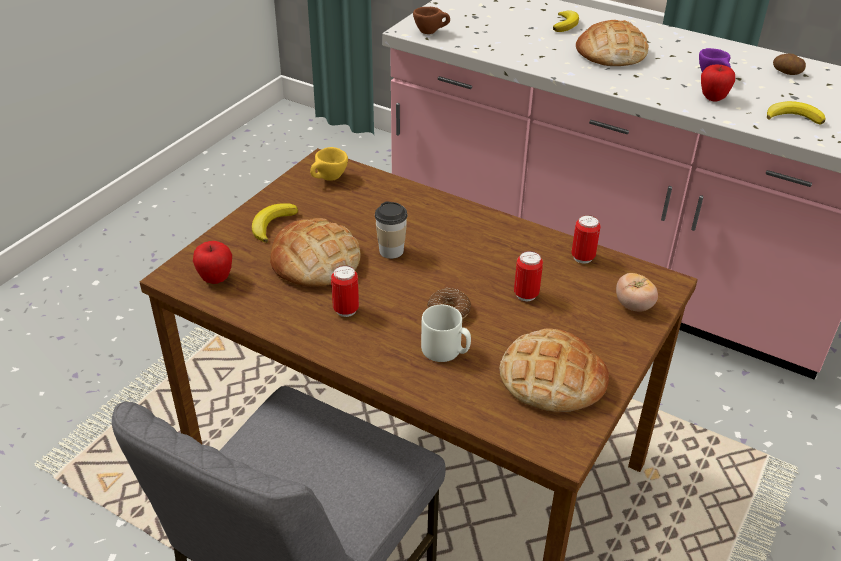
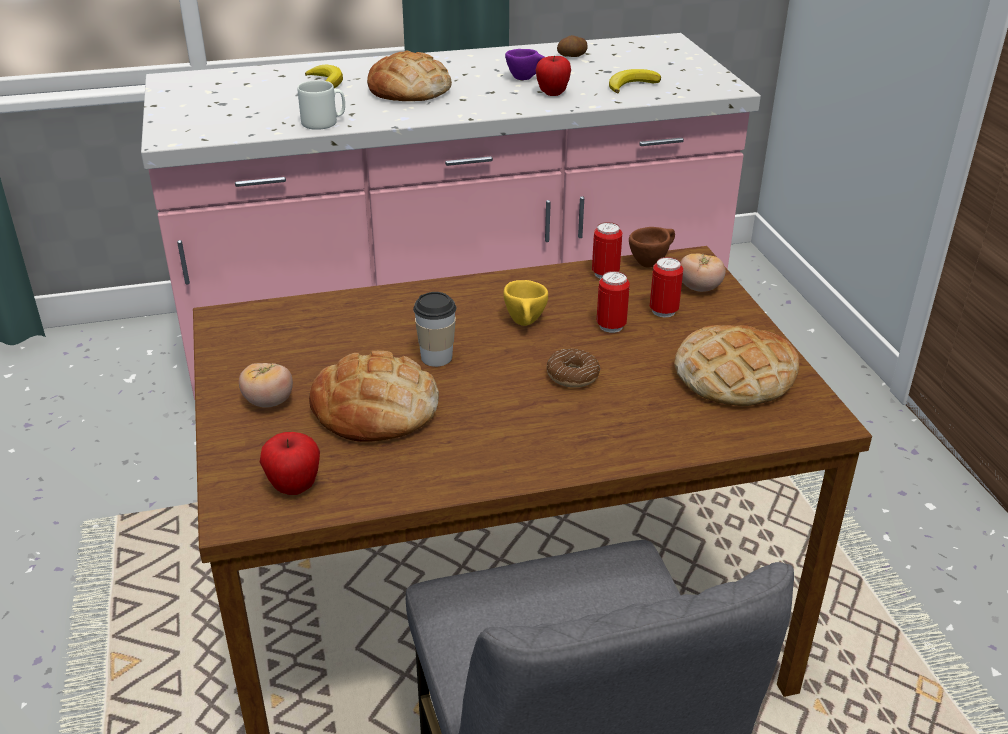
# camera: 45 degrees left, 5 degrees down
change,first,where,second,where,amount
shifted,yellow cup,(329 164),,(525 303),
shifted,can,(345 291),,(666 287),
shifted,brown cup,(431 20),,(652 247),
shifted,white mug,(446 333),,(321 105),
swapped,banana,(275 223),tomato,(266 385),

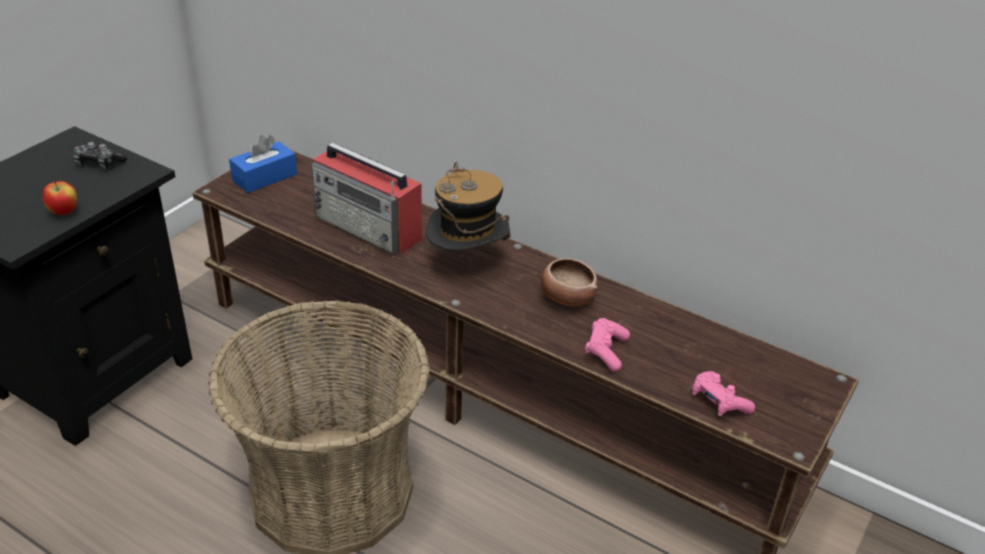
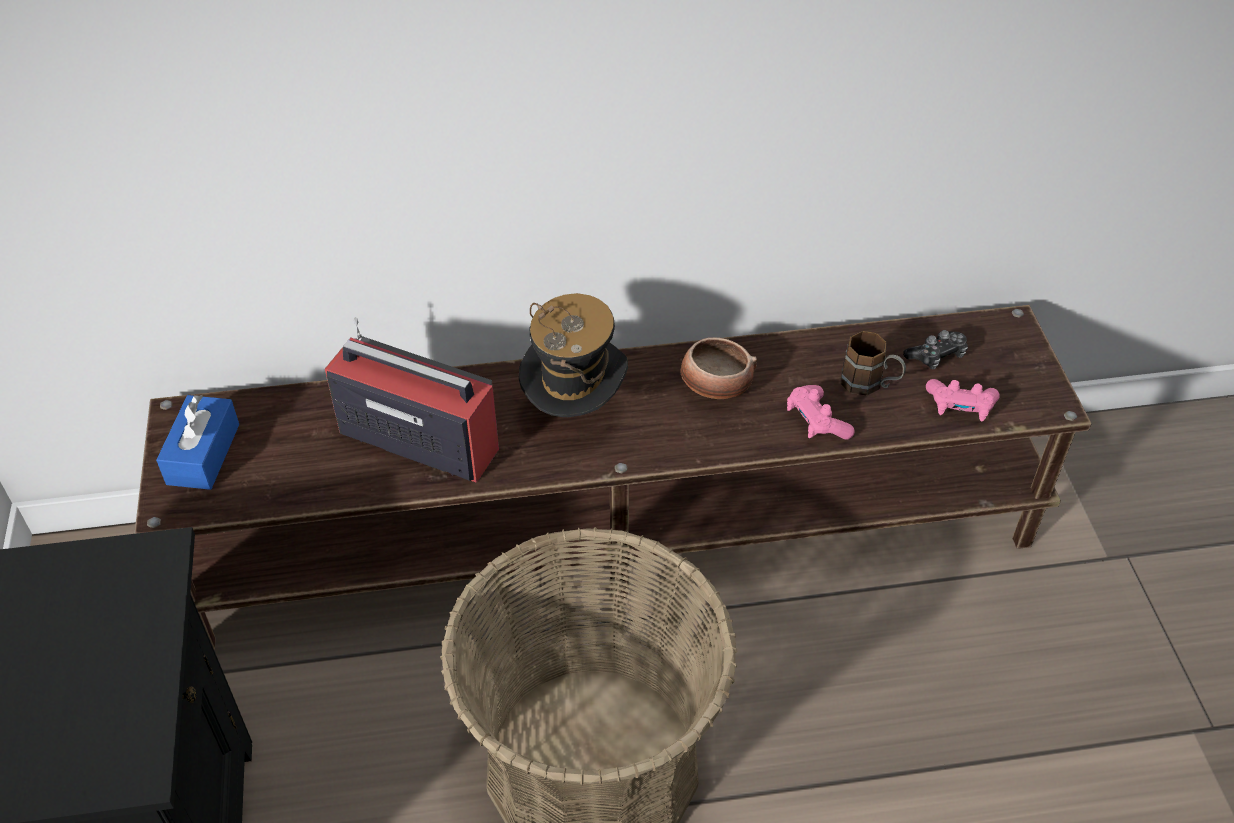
# camera: 40 degrees left, 10 degrees up
change,first,where,second,where,amount
gone,apple,(60 198),,,
new,,,brown mug,(873 363),
shifted,game controller,(100 155),,(935 349),
rotated,radio,(366 199),,(412 400),150 degrees counterclockwise

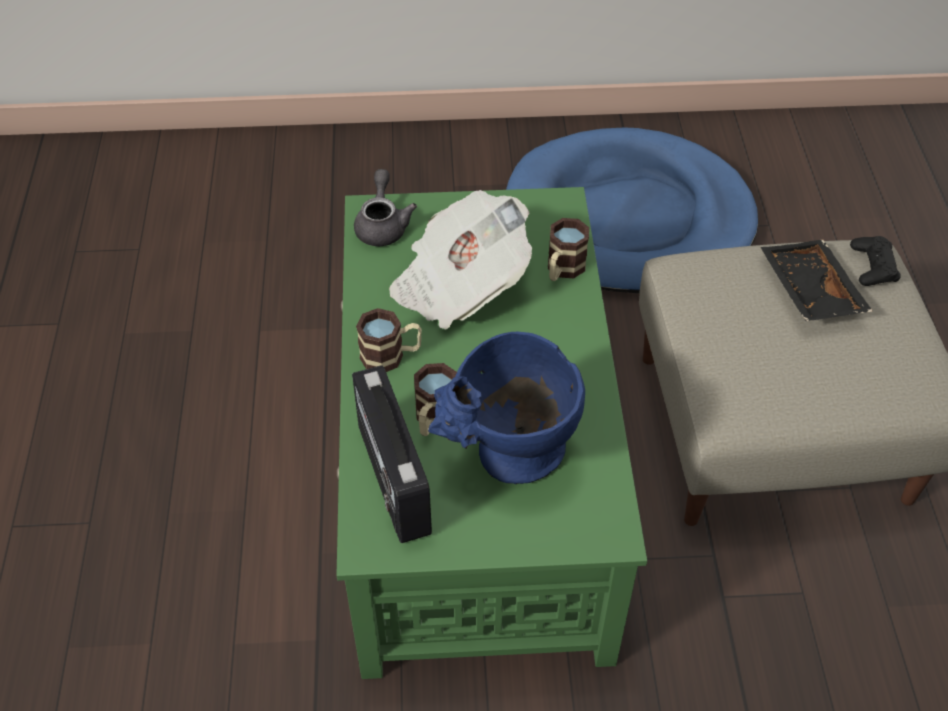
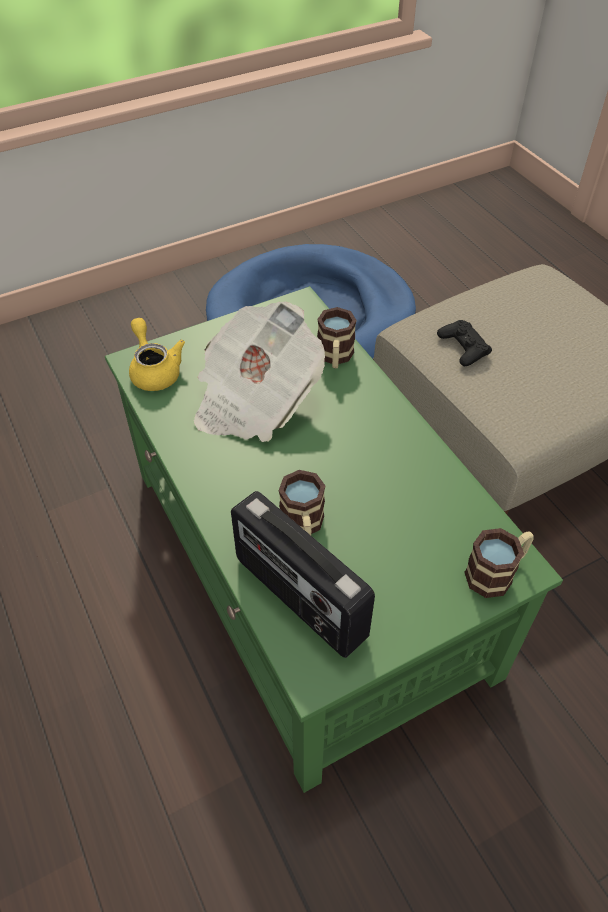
# camera: 25 degrees left, 0 degrees up
change,first,where,second,where,amount
gone,blue vase,(506 408),,,
gone,black tray,(816 280),,,
shifted,mug,(389 340),,(499 563),
shifted,black game controller,(875 261),,(464 343),
repainted,grey teapot,(385 207),yellow teapot,(157 354),

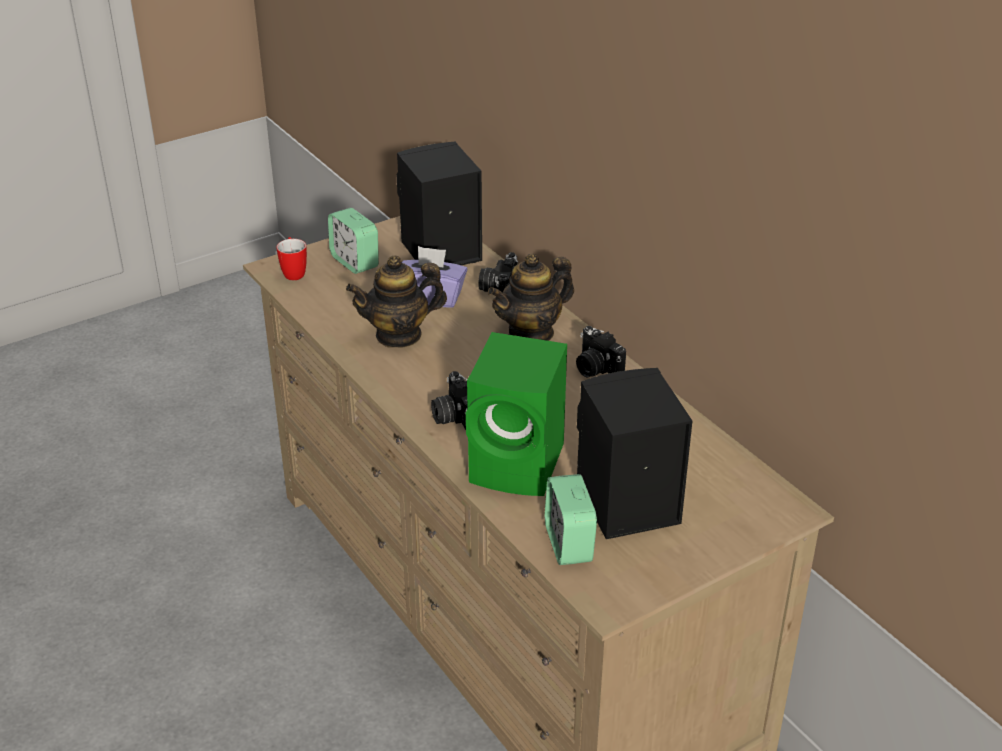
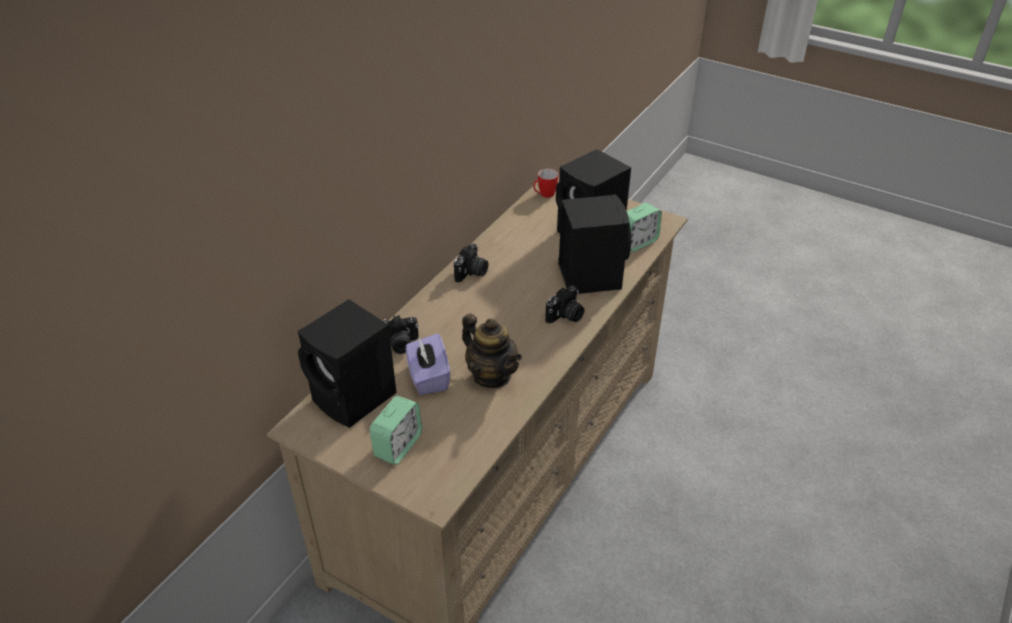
# camera: 115 degrees left, 5 degrees up
change,first,where,second,where,amount
gone,teapot,(531 297),,,
shifted,mug,(291 258),,(545 183),
repainted,green speaker,(516 414),black speaker,(595 244),

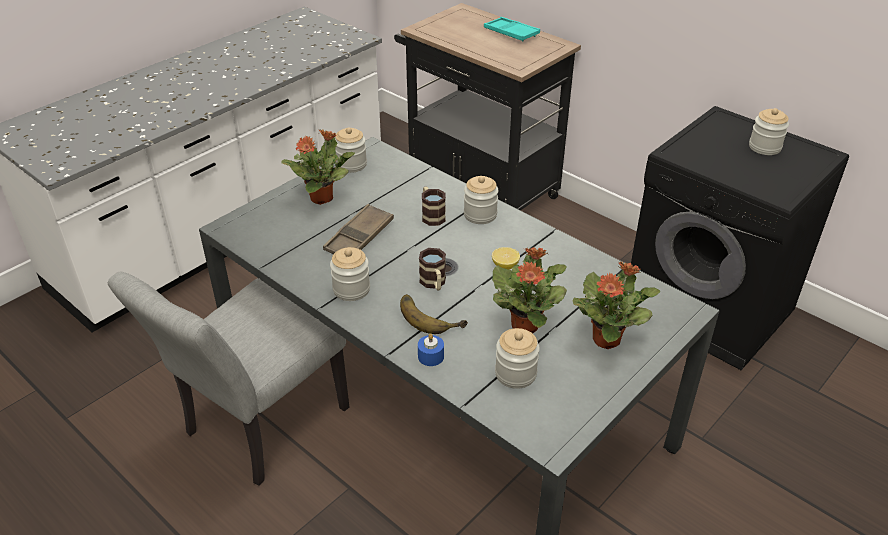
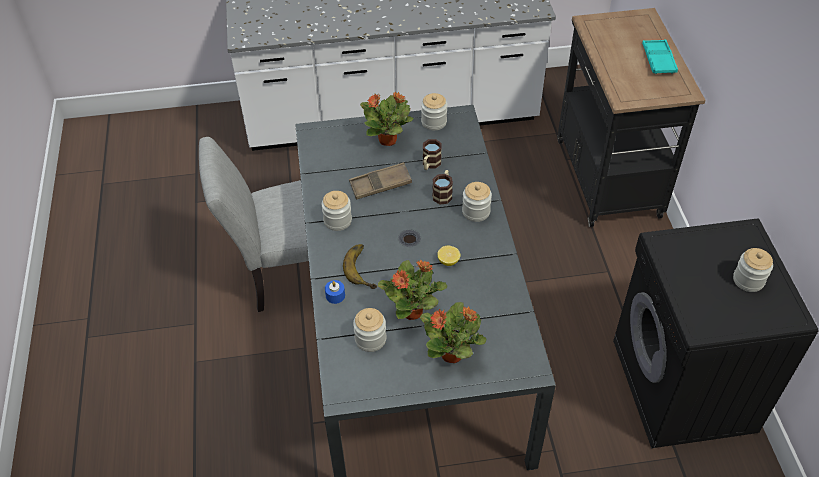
# camera: 40 degrees right, 10 degrees up
change,first,where,second,where,amount
shifted,mug,(432 269),,(432 154),

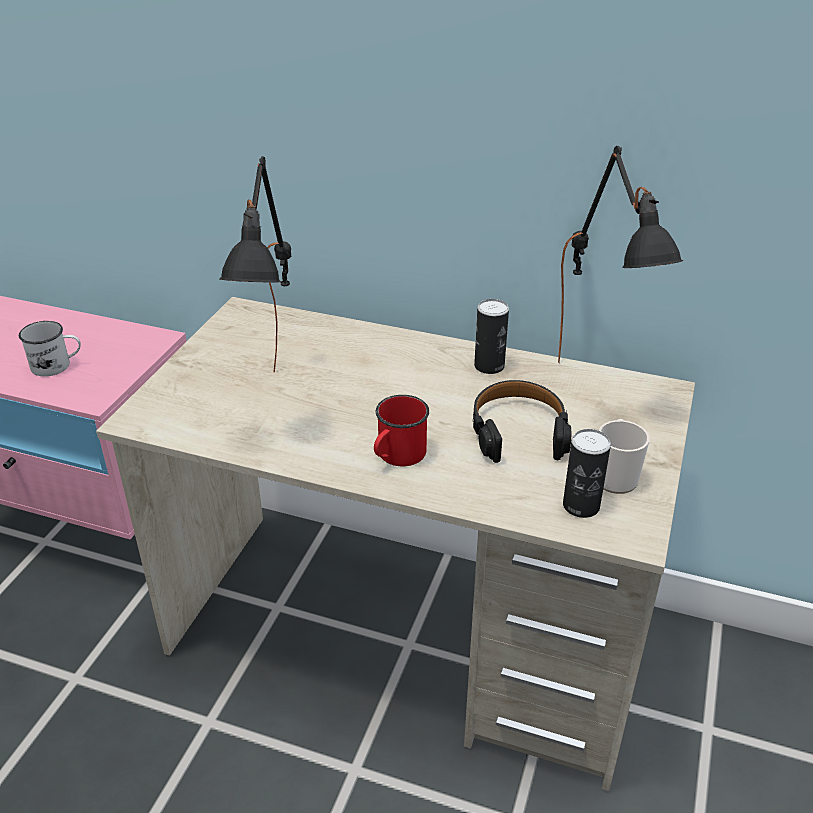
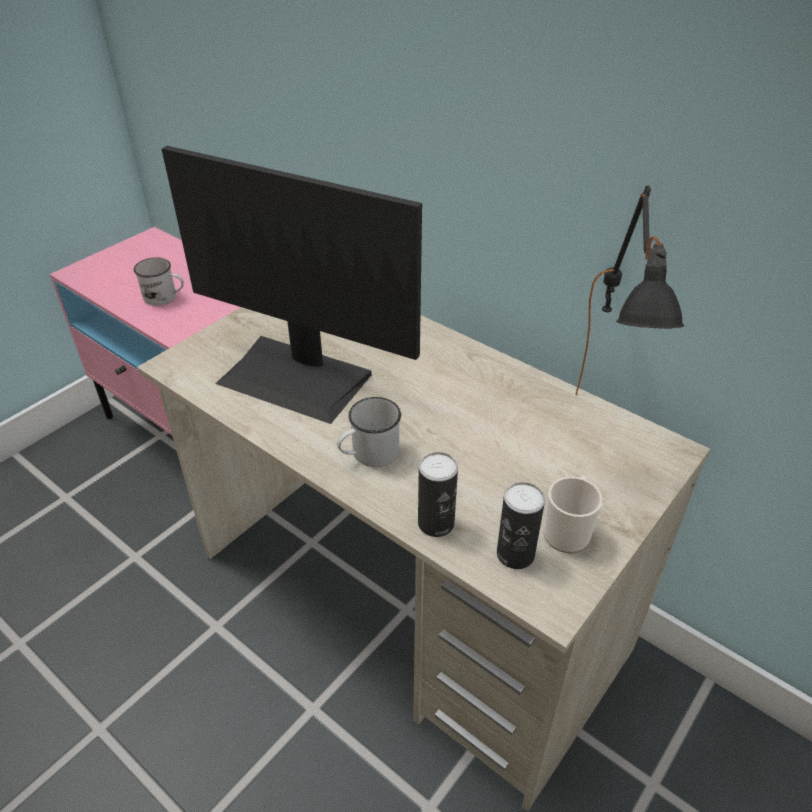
# camera: 20 degrees right, 5 degrees up
change,first,where,second,where,amount
gone,black headphones,(522 421),,,
shifted,can,(491 336),,(438 494),
swapped,black table lamp,(255 264),monitor,(292 285),
repainted,red mug,(401 430),white mug,(369 432),

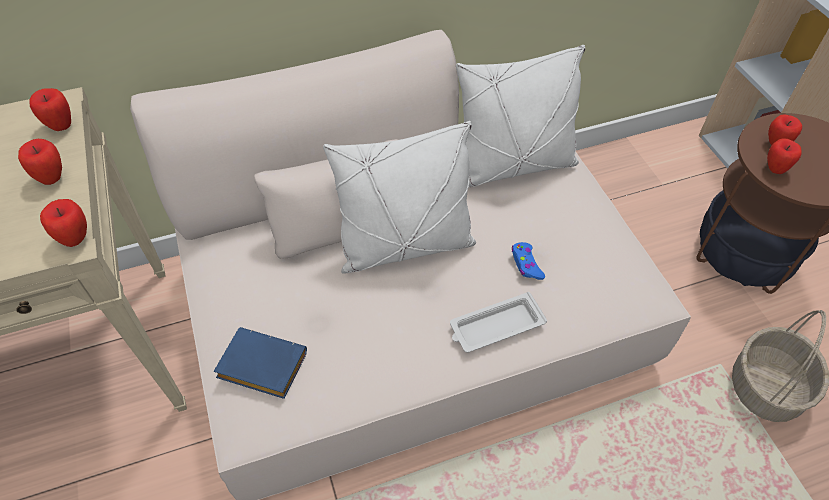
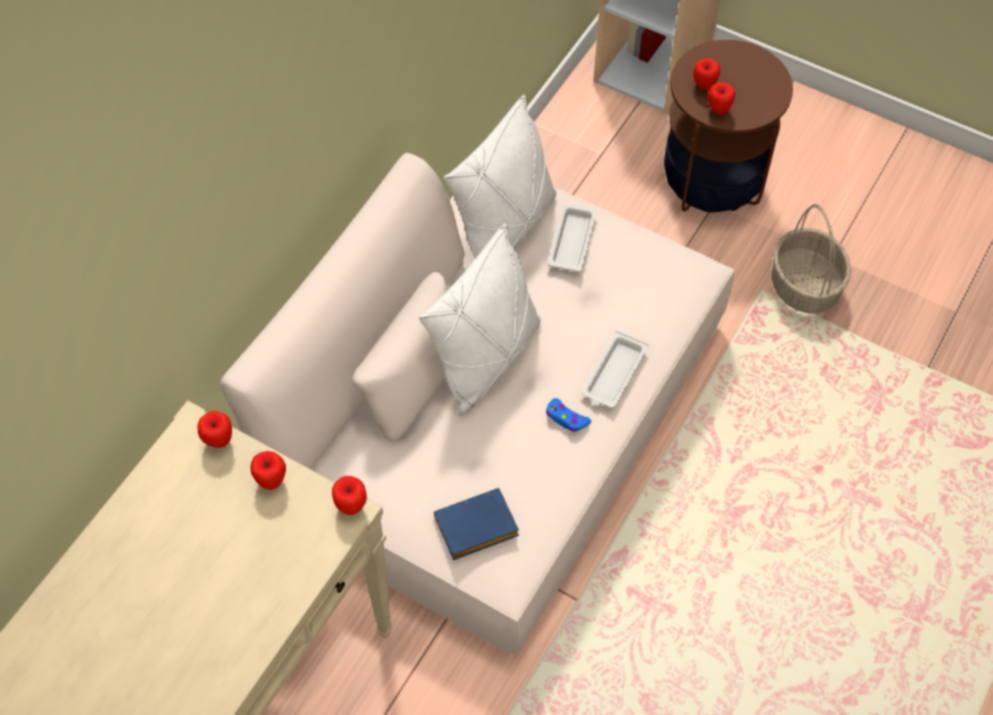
# camera: 40 degrees left, 5 degrees up
change,first,where,second,where,amount
new,,,white tray,(572 238),
shifted,blue game controller,(528 261),,(568 415),

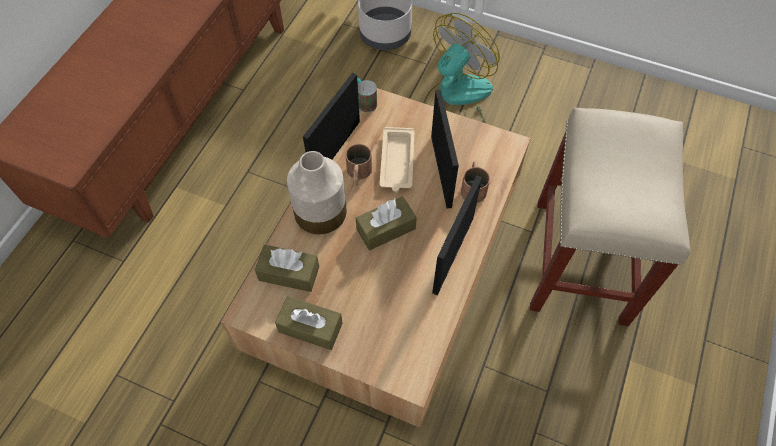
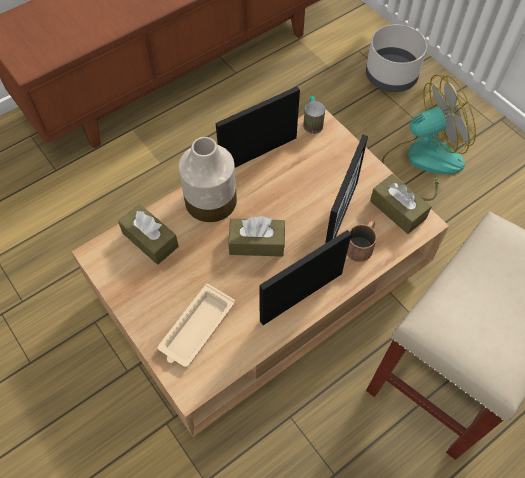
# camera: 30 degrees right, 0 degrees up
change,first,where,second,where,amount
gone,brown mug,(358 165),,,
shifted,brown tissue box,(309 323),,(400 204),
shifted,beige tray,(397 159),,(196 325),

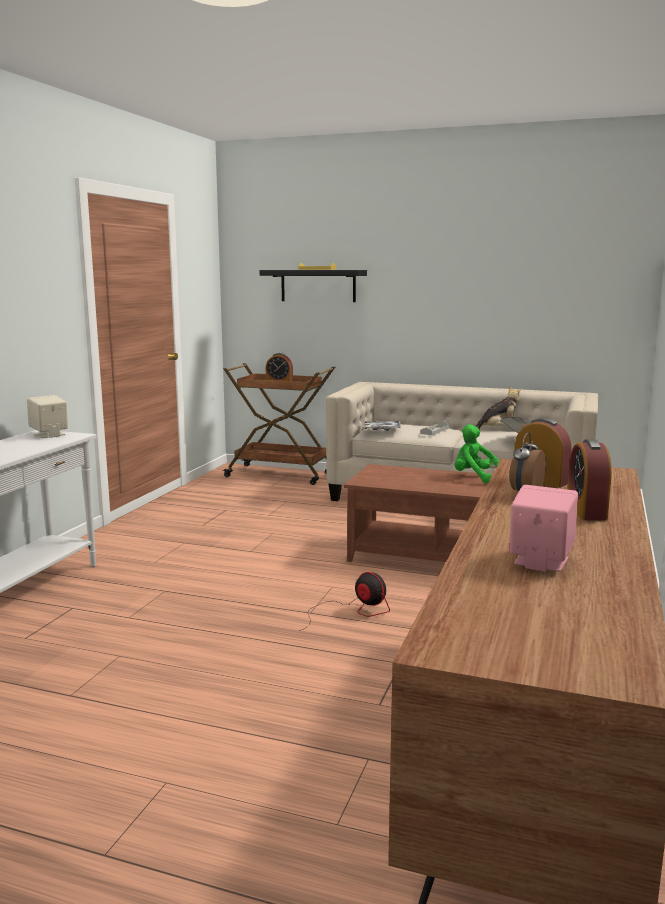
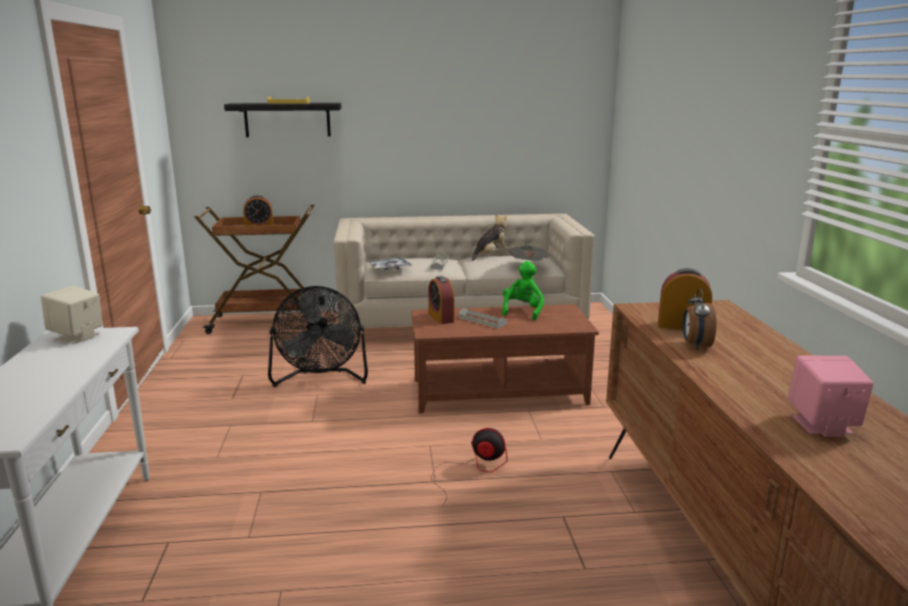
# camera: 25 degrees left, 5 degrees up
change,first,where,second,where,amount
new,,,black fan,(318 336),
new,,,grey tray,(482 318),
shifted,alarm clock,(589 480),,(441 300),
rotated,green plush toy,(477 453),,(523 290),90 degrees clockwise

